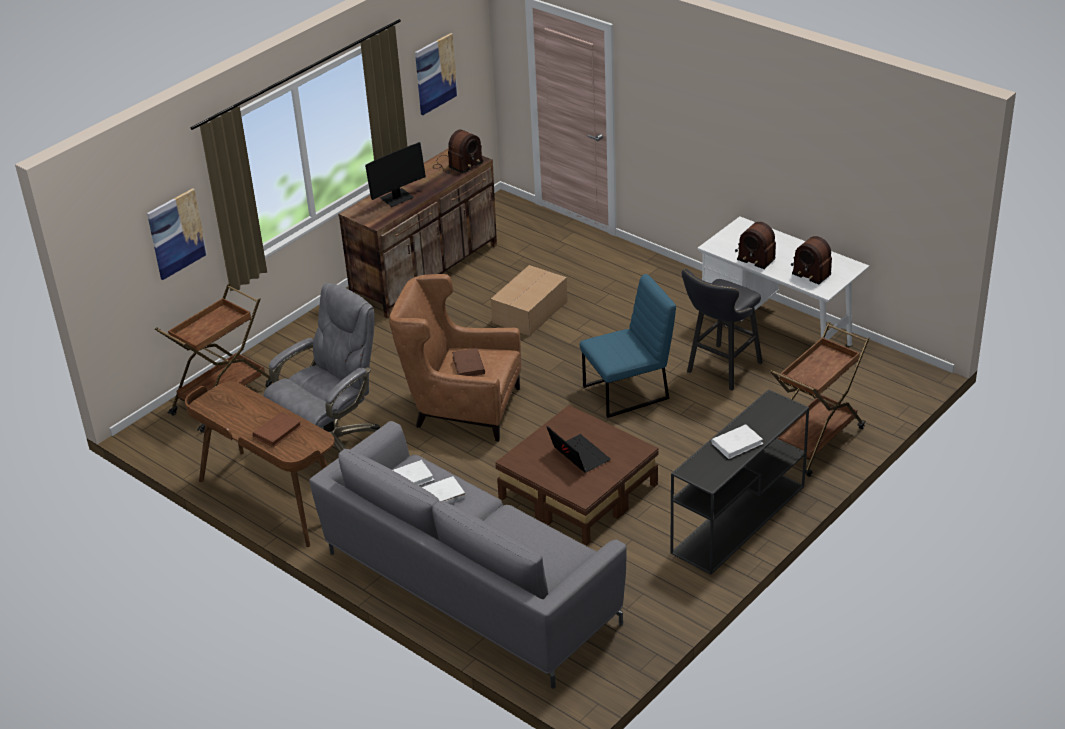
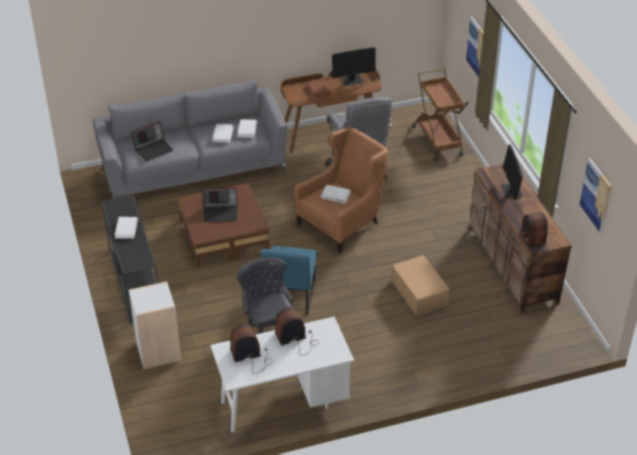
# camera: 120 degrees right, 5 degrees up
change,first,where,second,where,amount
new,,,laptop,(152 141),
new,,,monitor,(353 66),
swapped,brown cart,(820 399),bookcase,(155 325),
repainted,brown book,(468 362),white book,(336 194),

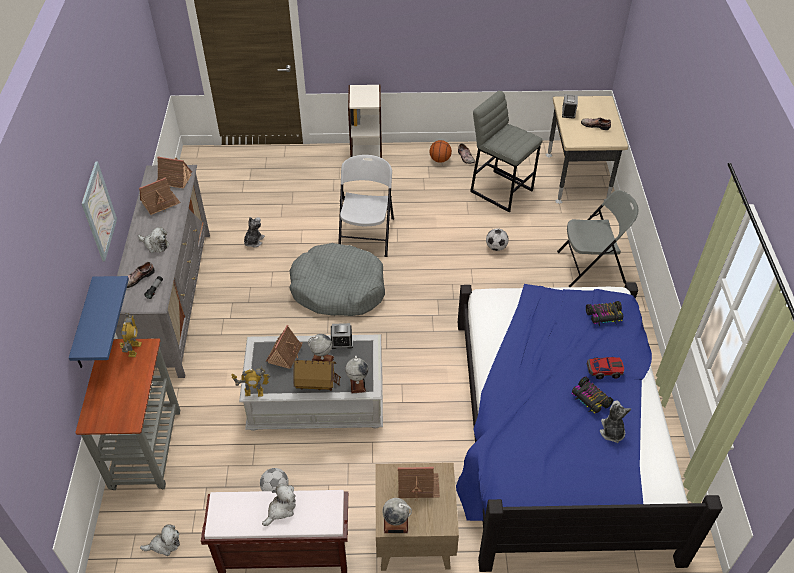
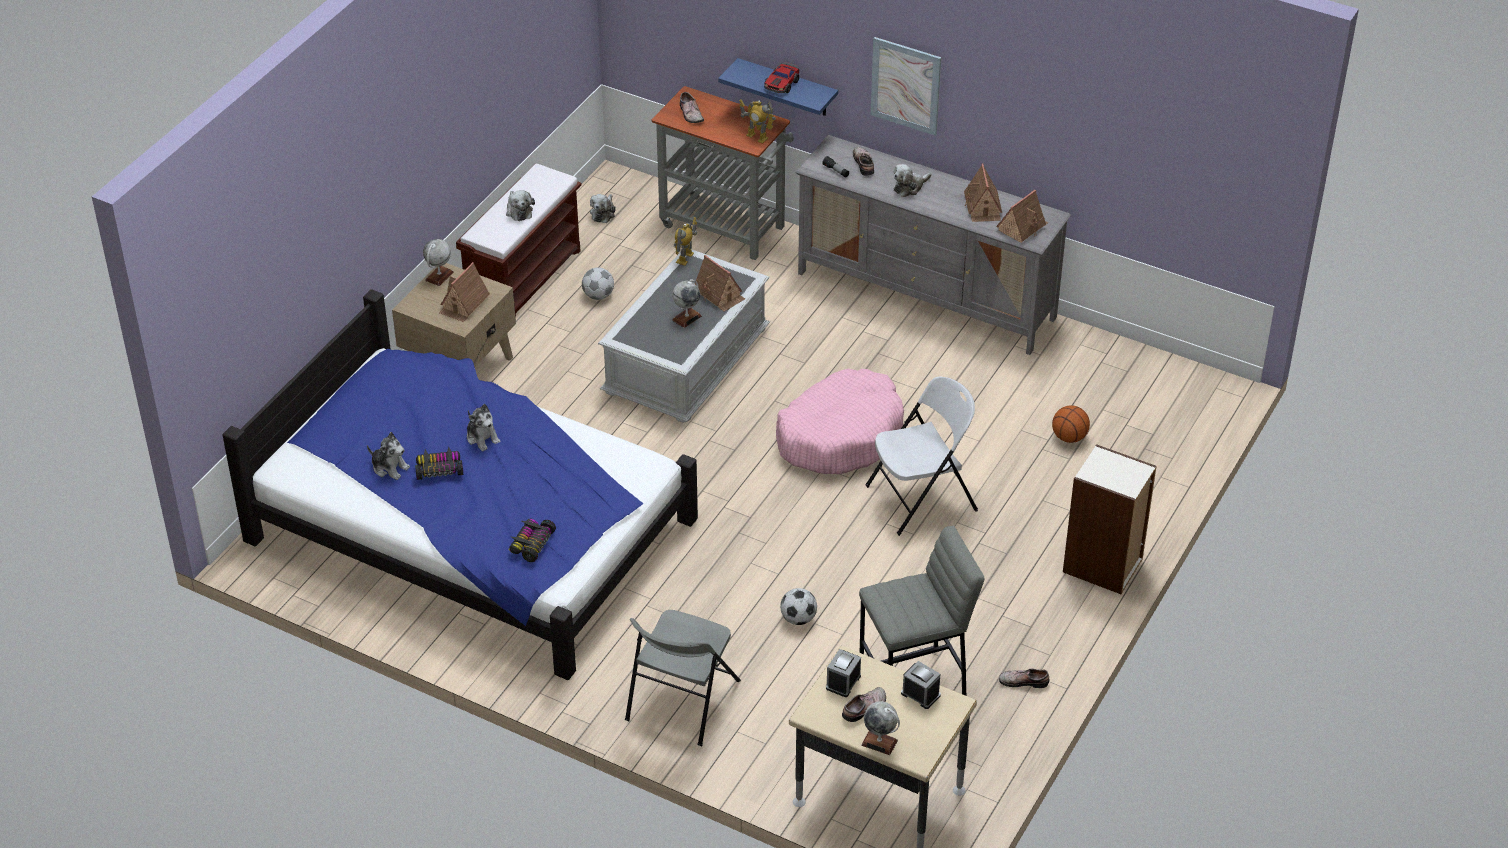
# camera: 120 degrees right, 5 degrees down
change,first,where,second,where,amount
gone,toy house,(317 375),,,
new,,,shoe,(692 107),
shifted,plush toy,(254 232),,(484 427),
shifted,alarm clock,(342 336),,(843 673),
shifted,globe,(356 374),,(880 728),
shifted,basketball,(440 151),,(1071 424),
shifted,toy car,(605 368),,(781 77),
repainted,grey dog bed,(337 279),pink dog bed,(840 421),
rotated,white chair,(366 206),,(921 456),60 degrees counterclockwise

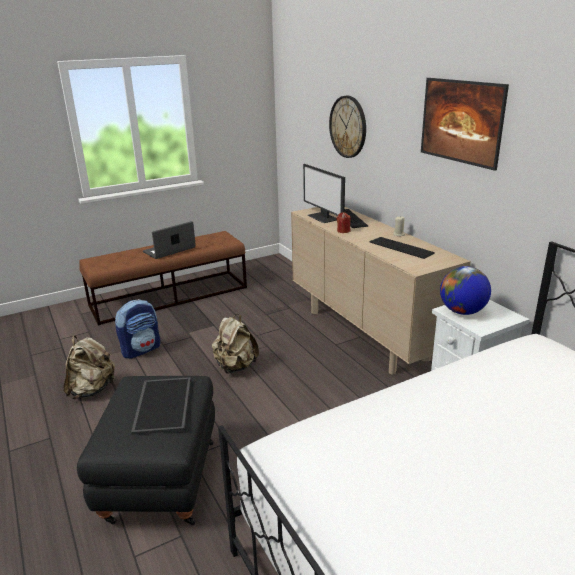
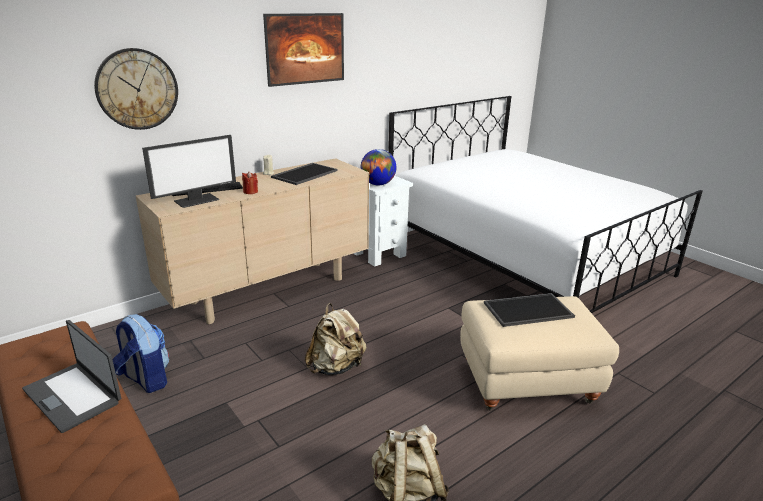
# camera: 100 degrees left, 0 degrees up
change,first,where,second,where,amount
shifted,backpack,(137 329),,(140 353),
swapped,keyboard,(402 248),tray,(304 174),
repainted,black ottoman,(146 450),beige ottoman,(539 353),

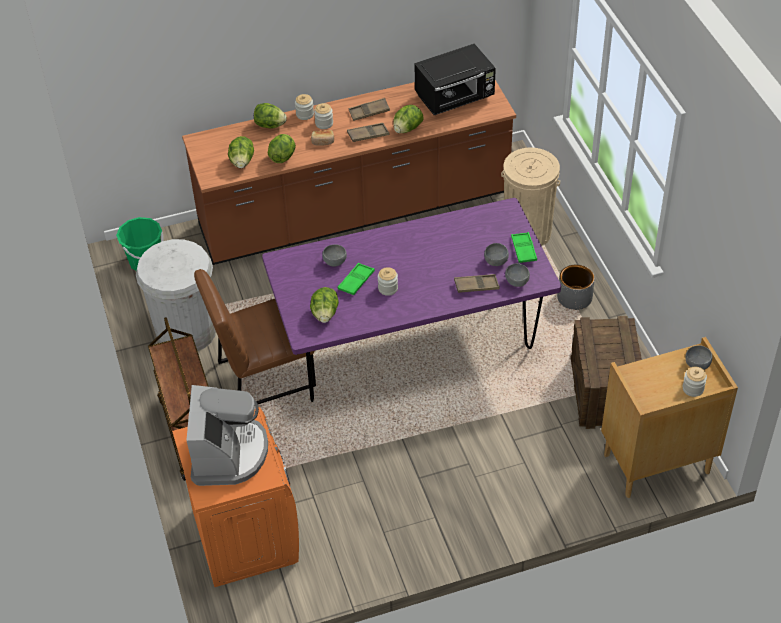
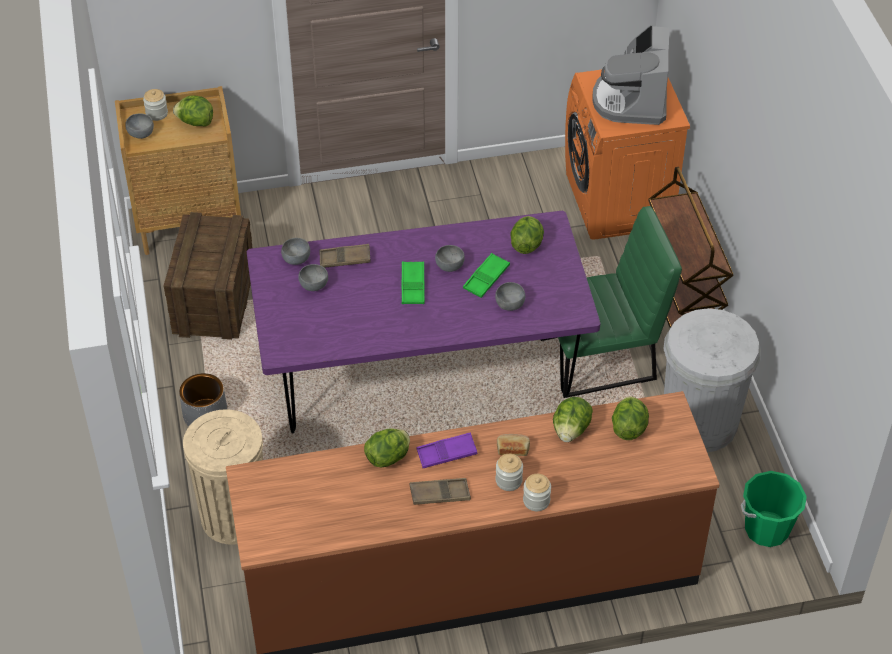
# camera: 175 degrees left, 0 degrees up
change,first,where,second,where,amount
gone,black microwave,(455 79),,,
shifted,lettuce,(270 115),,(193 110),
shifted,green tray,(524 247),,(413 282),
swapped,jar,(388 281),grey bowl,(450 258),
repainted,brown chair,(255 336),green chair,(611 302),
repainted,brown tray,(368 132),purple tray,(446 450),

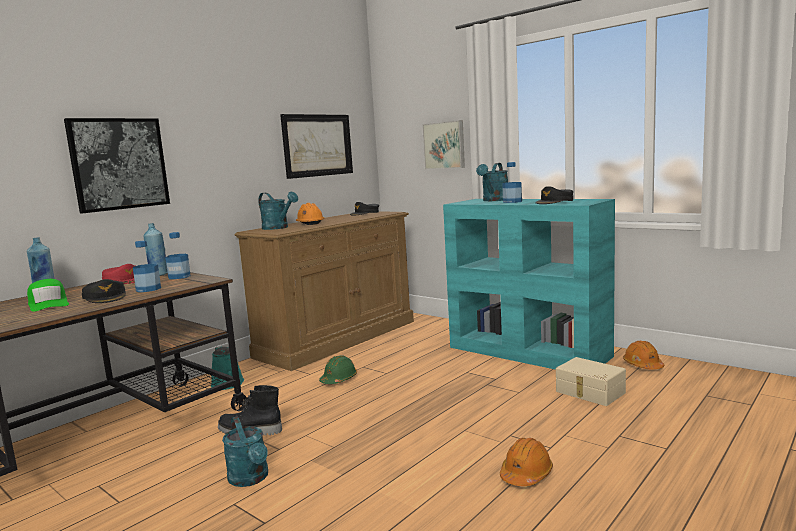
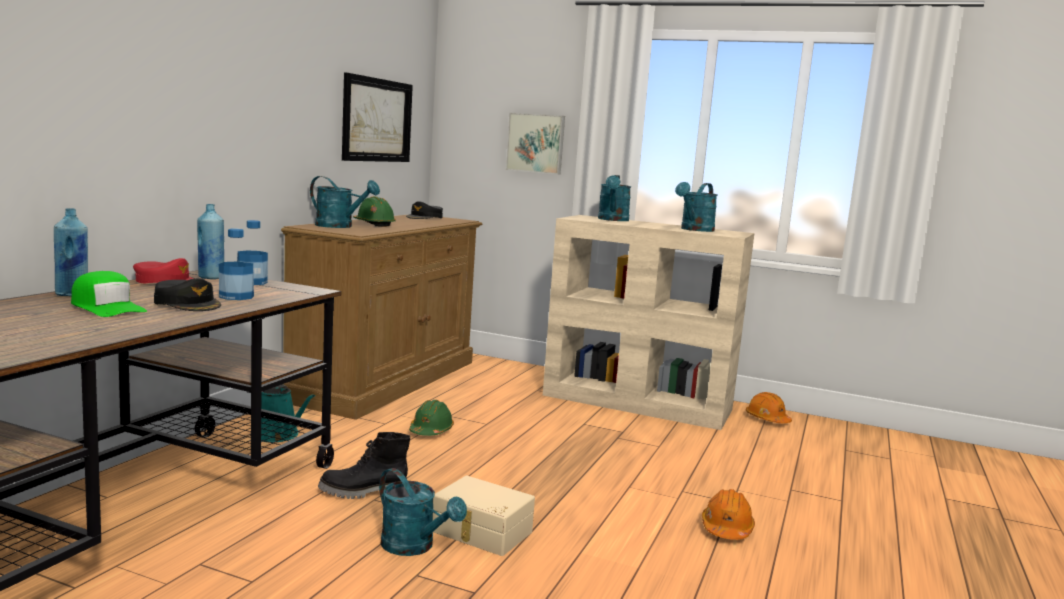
# camera: 20 degrees left, 0 degrees up
change,first,where,second,where,amount
gone,picture,(117 165),,,
gone,bottle,(512 182),,,
shifted,beige storage box,(591 381),,(484 515),
swapped,black cap,(554 195),turquoise watering can,(696 207),
repainted,orange hard hat,(310 214),green hard hat,(374 211),
repainted,turquoise bookcase,(529 284),beige bookcase,(648 322),

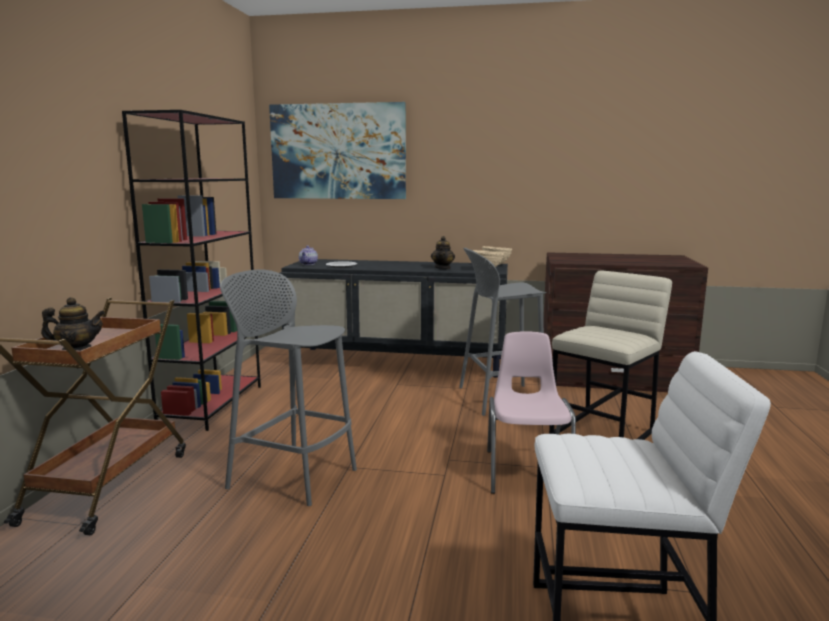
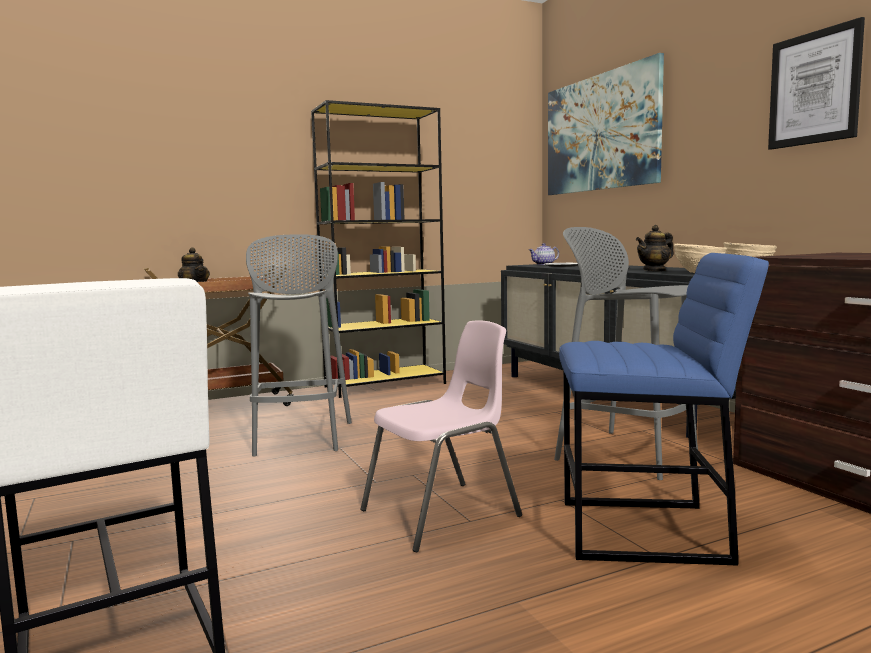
# camera: 55 degrees right, 5 degrees down
change,first,where,second,where,amount
new,,,picture,(816 83),
repainted,red bookcase,(191 270),yellow bookcase,(378 249),
repainted,beige chair,(610 355),blue chair,(664 409),

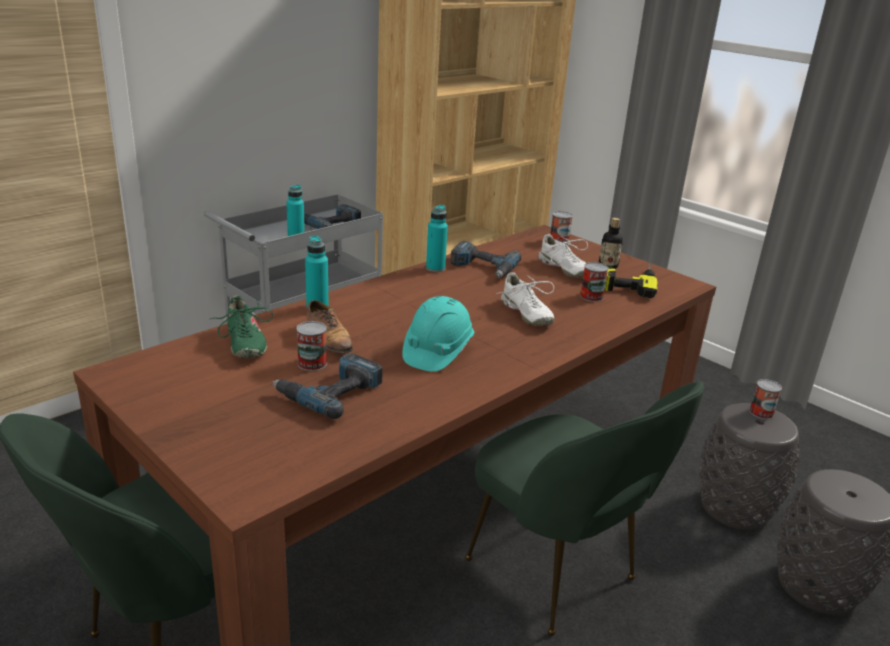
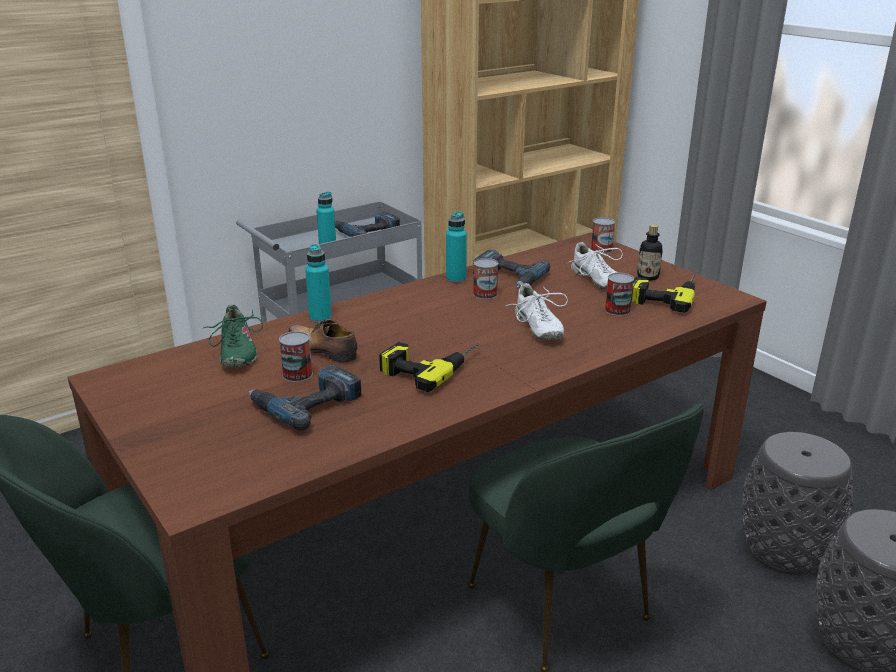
# camera: 10 degrees right, 0 degrees up
change,first,where,second,where,amount
shifted,can,(765 399),,(485 278),
swapped,turquoise hard hat,(438 334),power drill,(429 367),
rotated,shoe,(330 326),,(322 341),150 degrees clockwise

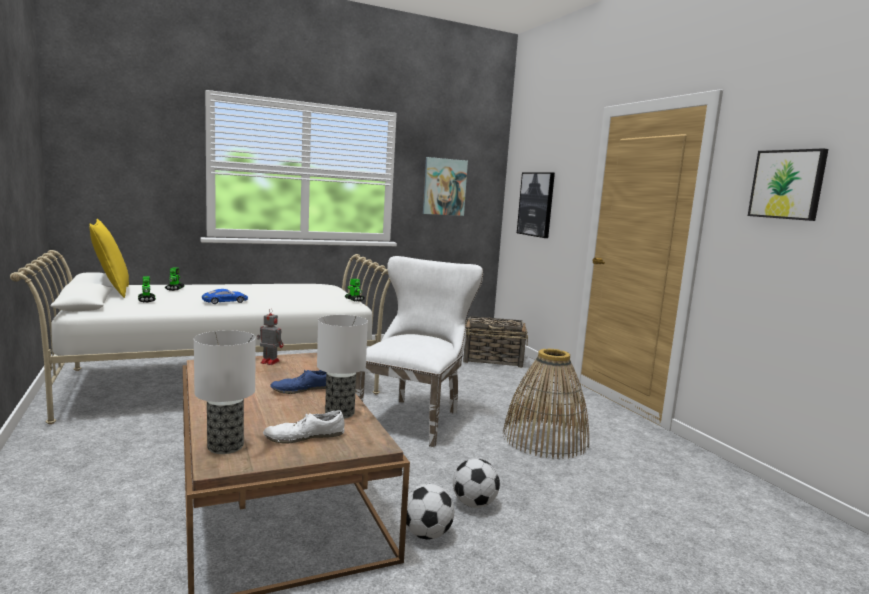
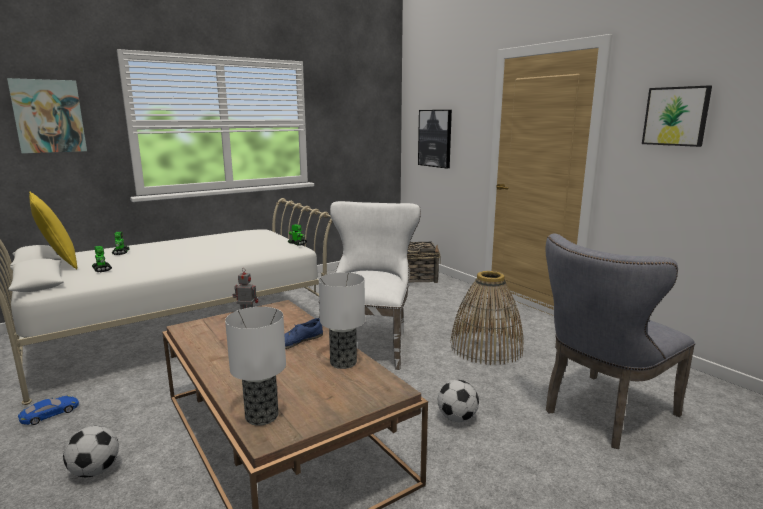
# camera: 10 degrees left, 5 degrees up
change,first,where,second,where,amount
gone,white shoe,(303 427),,,
new,,,grey chair,(620 341),
shifted,blue toy car,(225 296),,(48 410),
shifted,football,(430 511),,(91 451),
shifted,picture,(445 186),,(47 115),

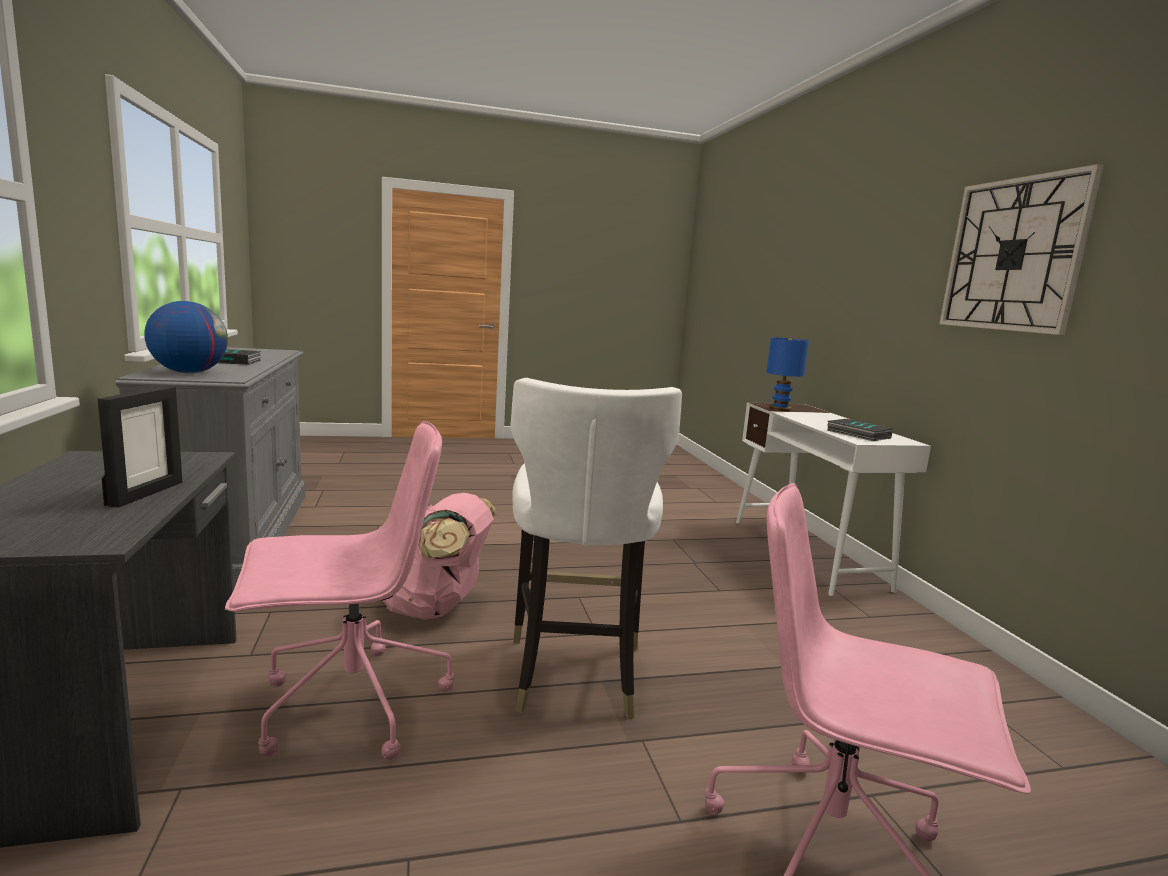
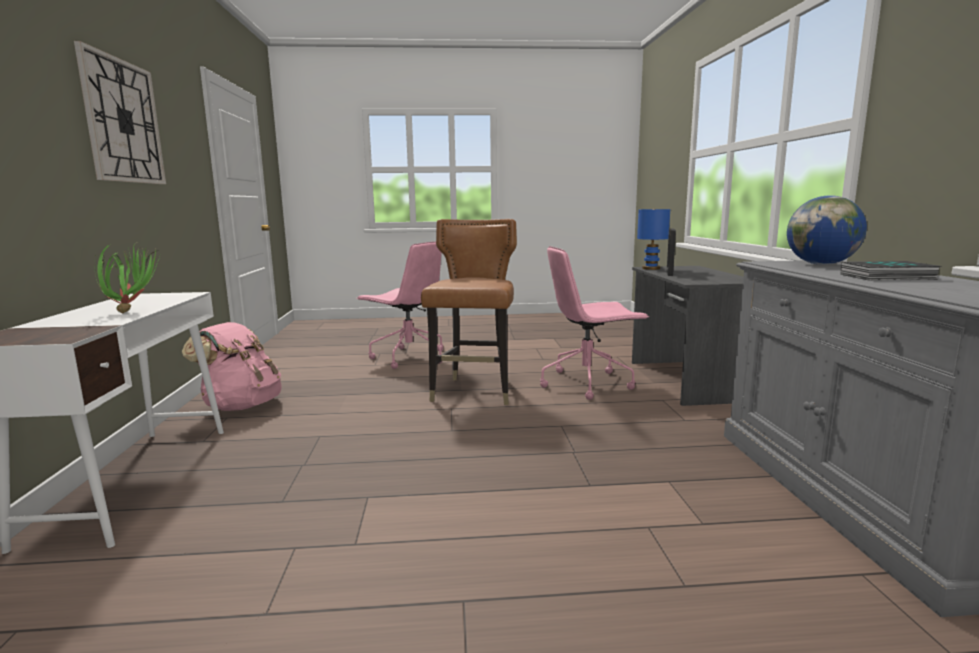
# camera: 170 degrees left, 0 degrees up
change,first,where,second,where,amount
gone,book,(860 430),,,
new,,,potted plant,(127 278),
shifted,pink backpack,(439 556),,(231 366),
shifted,blue table lamp,(787 374),,(653 239),
repainted,white chair,(596 548),brown chair,(469 312),

